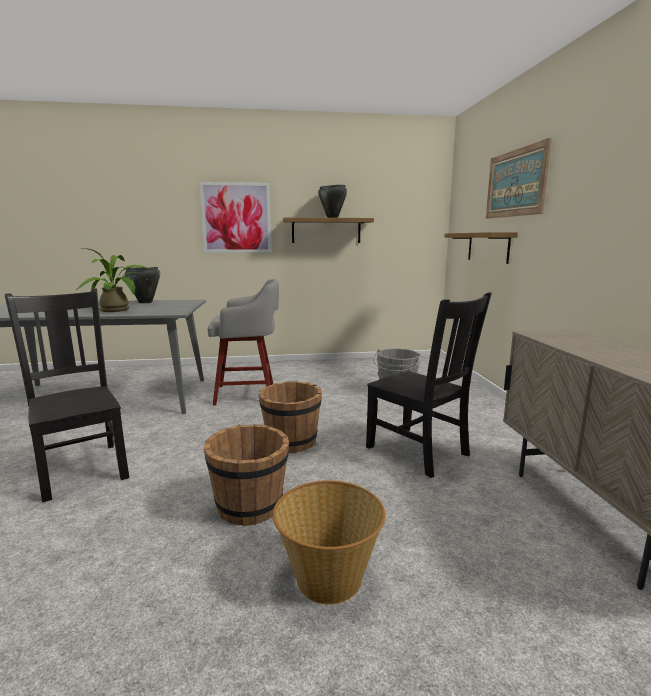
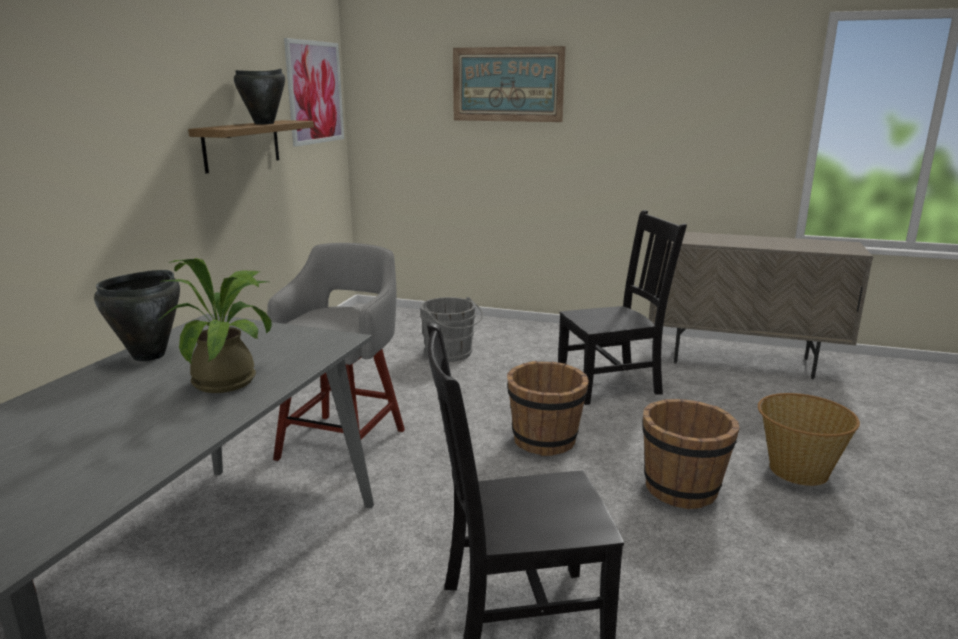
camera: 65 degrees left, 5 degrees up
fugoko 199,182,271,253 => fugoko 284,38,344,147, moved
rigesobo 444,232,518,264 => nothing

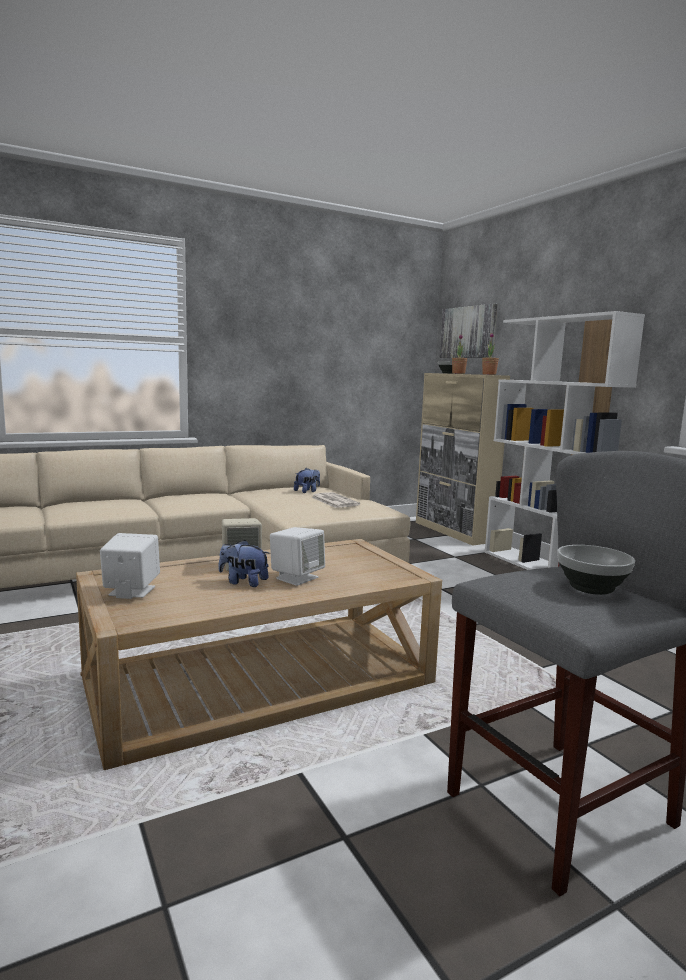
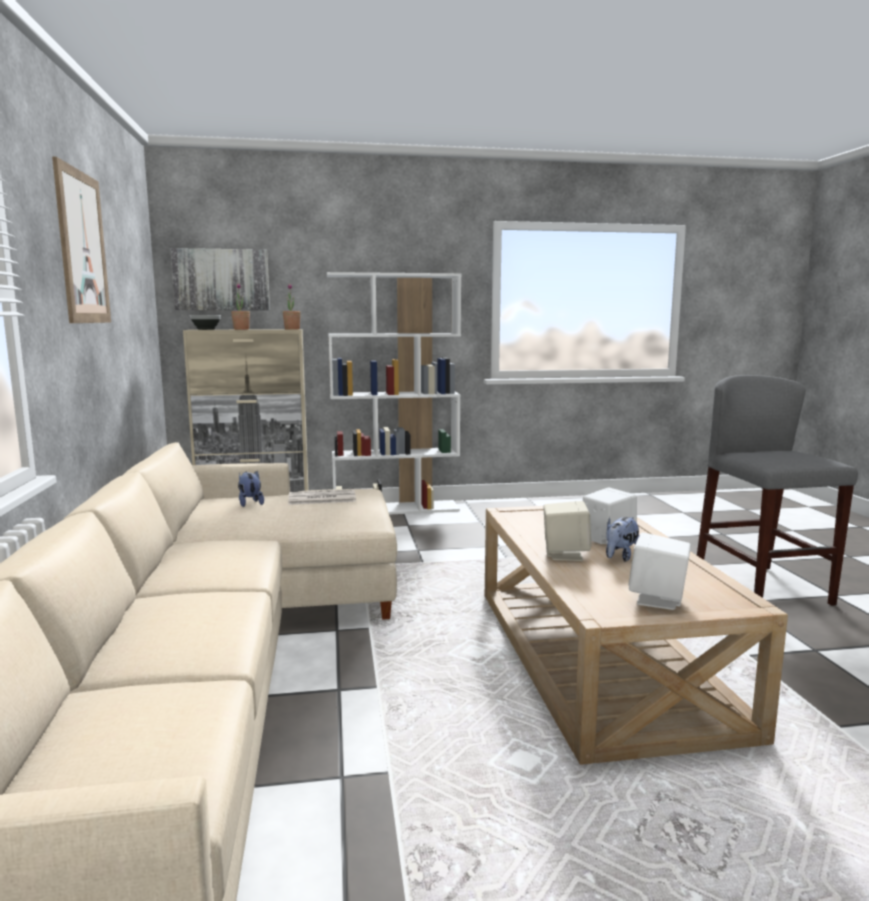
camera: 70 degrees left, 0 degrees up
nothing => fugoko 52,157,111,323
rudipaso 557,545,635,595 => nothing

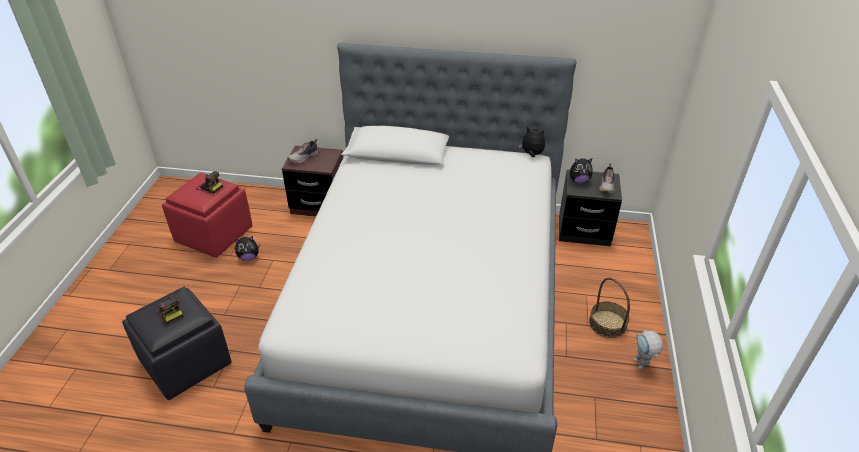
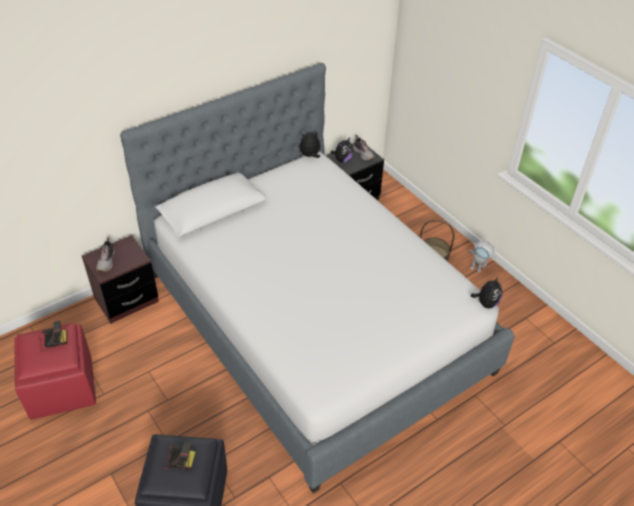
camera: 45 degrees left, 5 degrees up
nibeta 235,236,260,261 => nibeta 471,276,502,309, moved

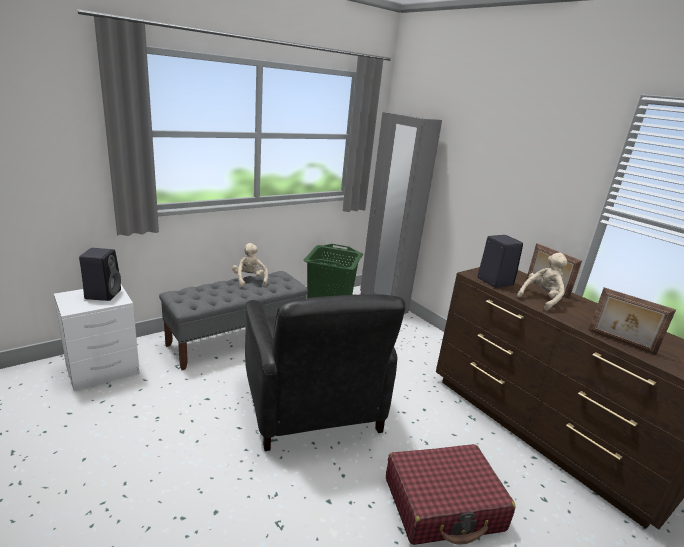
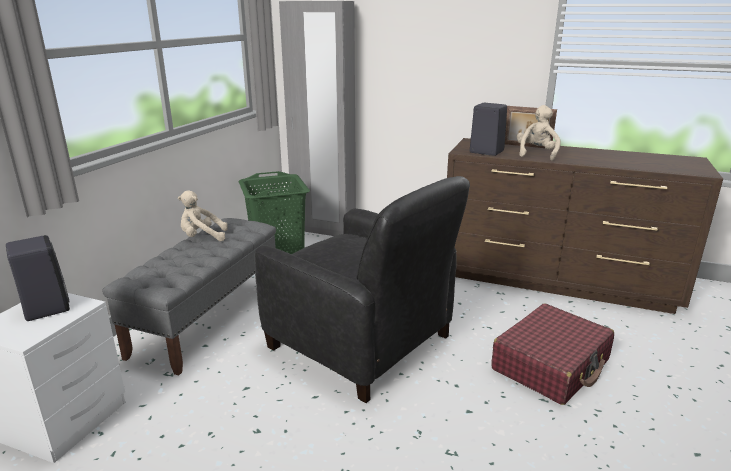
camera: 30 degrees left, 0 degrees up
beige nibeta 232,243,268,287 => beige nibeta 178,191,228,241, 45 degrees counterclockwise
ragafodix 589,288,676,355 => nothing

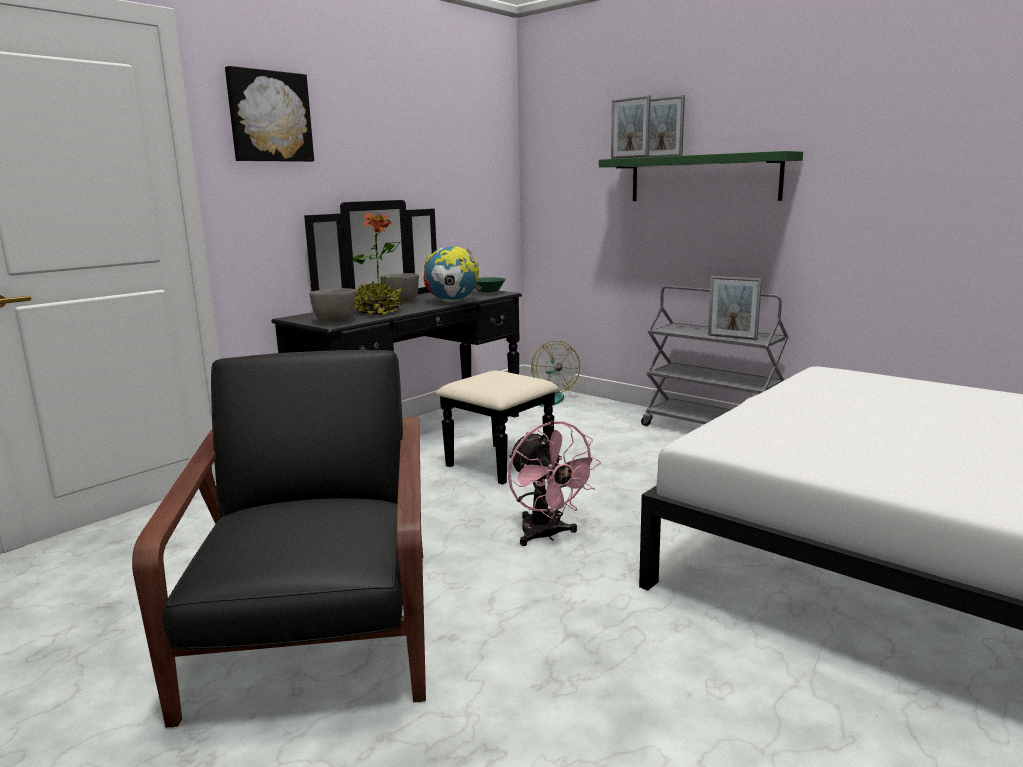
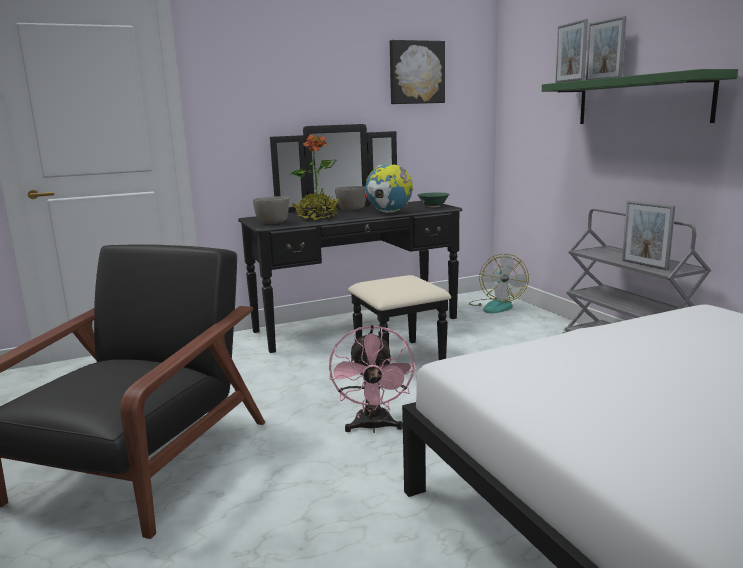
camera: 25 degrees right, 0 degrees up
fugoko 225,66,314,162 => fugoko 390,40,445,104, moved

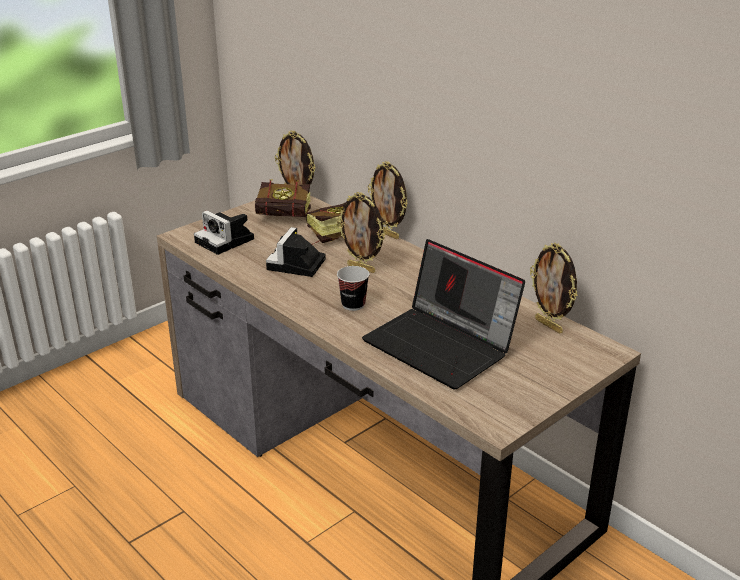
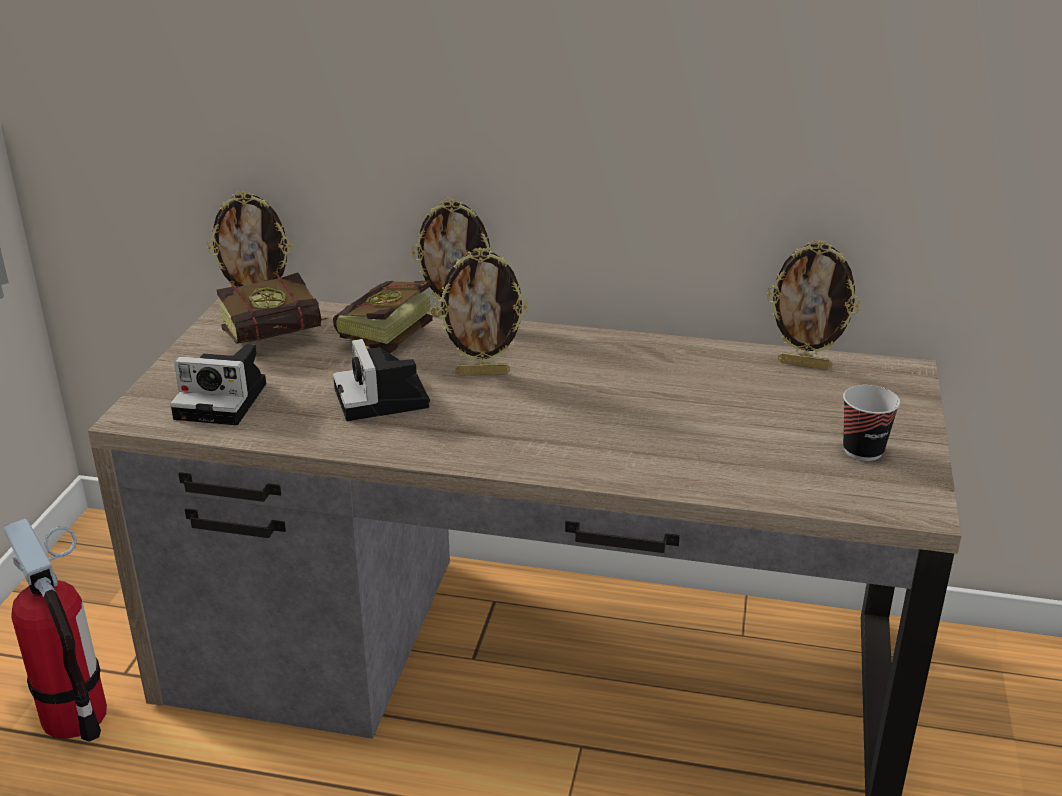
camera: 35 degrees left, 0 degrees up
nothing => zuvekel 4,518,107,742
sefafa 337,266,370,311 => sefafa 843,385,900,461, moved
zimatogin 362,239,525,390 => nothing

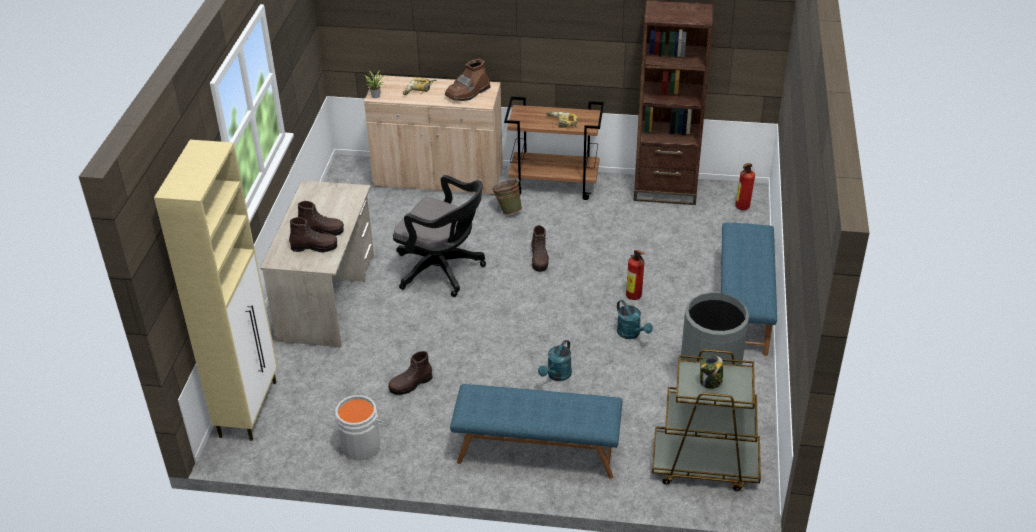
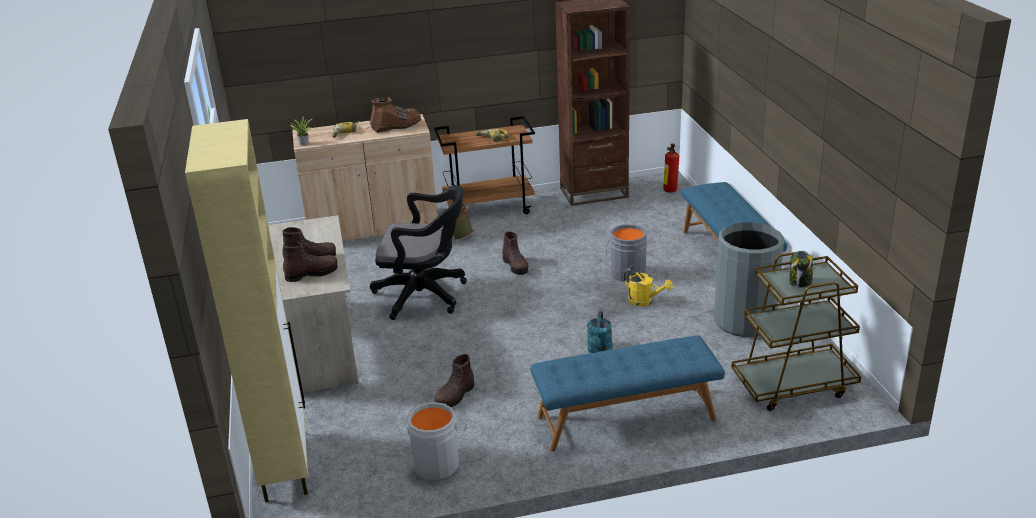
camera: 20 degrees left, 10 degrees down
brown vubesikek 445,59,490,101 => brown vubesikek 370,97,421,133, 135 degrees counterclockwise
zuvekel 626,250,645,300 => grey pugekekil 606,224,647,282
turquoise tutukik 617,300,653,339 => yellow tutukik 623,269,673,307

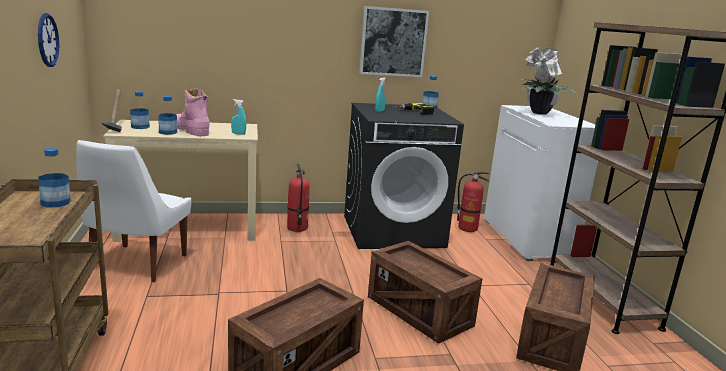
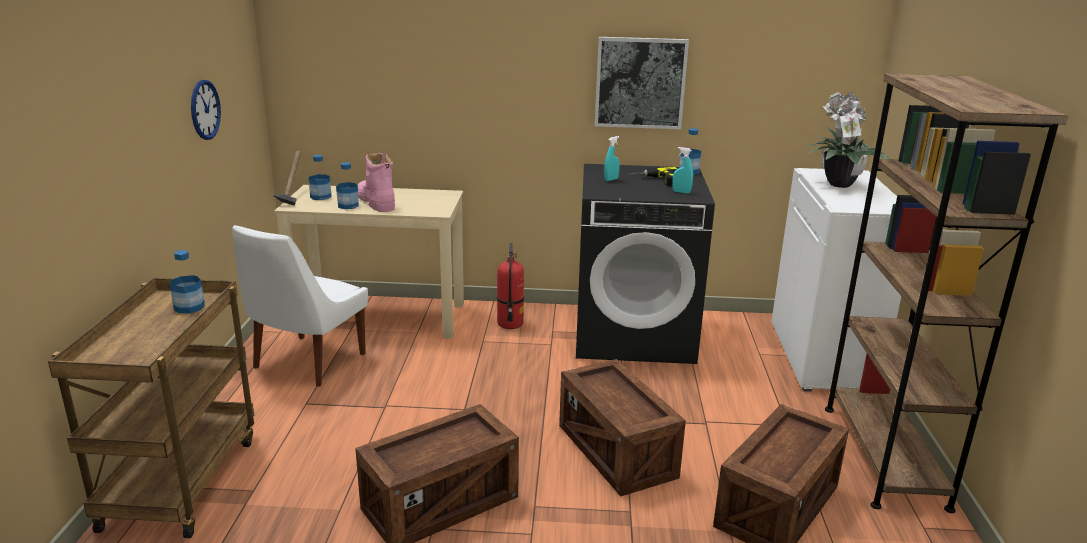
camera: 15 degrees right, 5 degrees up
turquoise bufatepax 231,99,246,135 => turquoise bufatepax 672,147,693,194, moved
zuvekel 457,172,490,232 => nothing

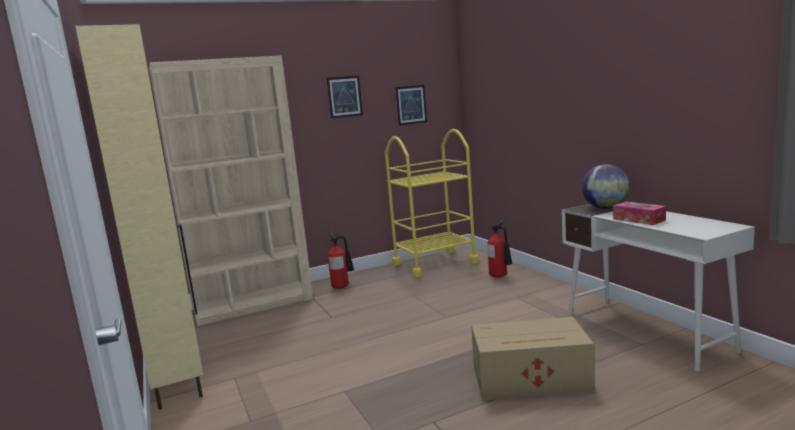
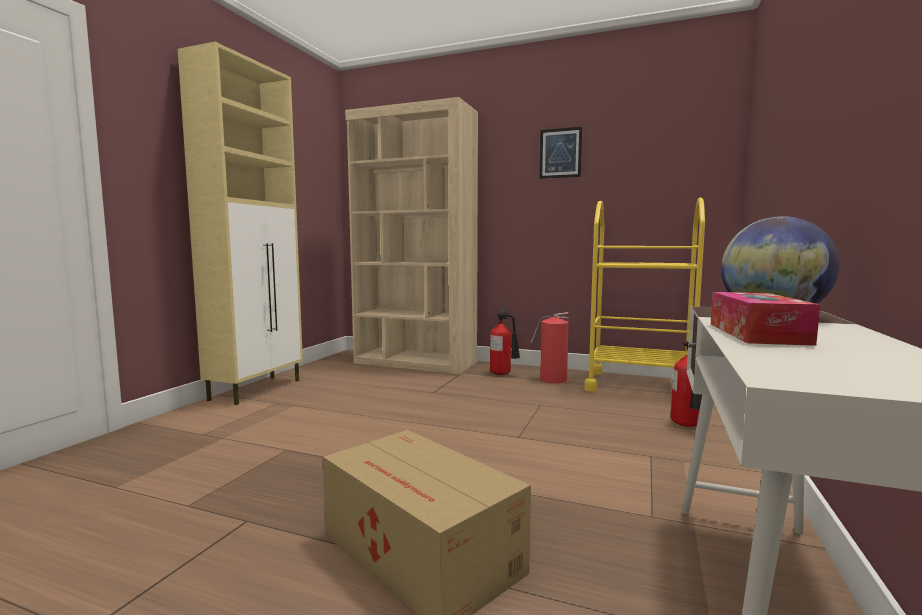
camera: 45 degrees right, 5 degrees down
nothing => zuvekel 530,312,569,384
fugoko 395,85,427,125 => nothing

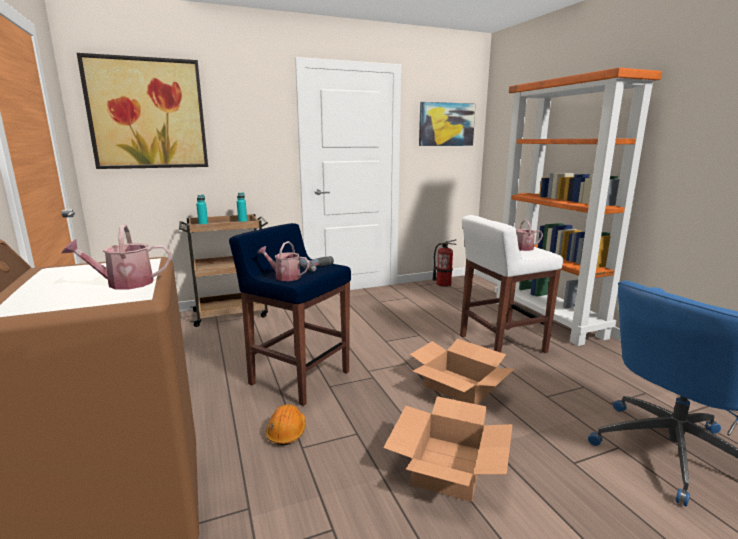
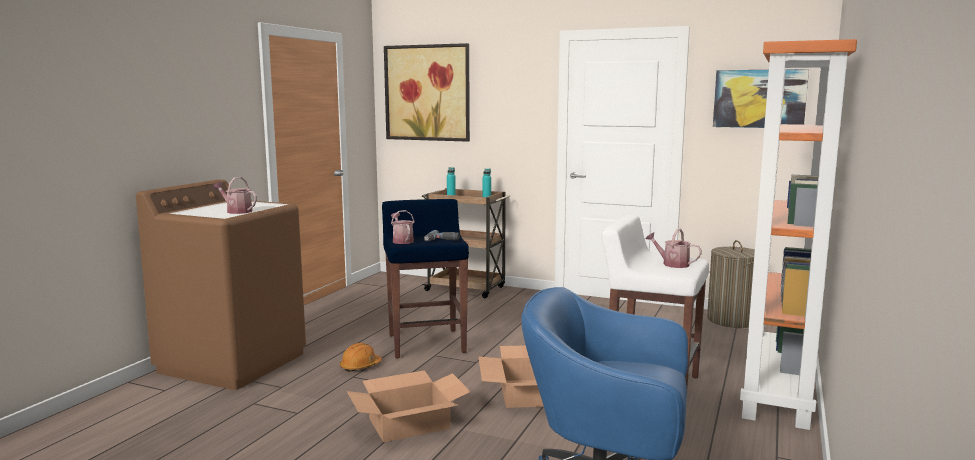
camera: 45 degrees right, 5 degrees down
zuvekel 432,239,457,287 => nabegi 707,240,755,328

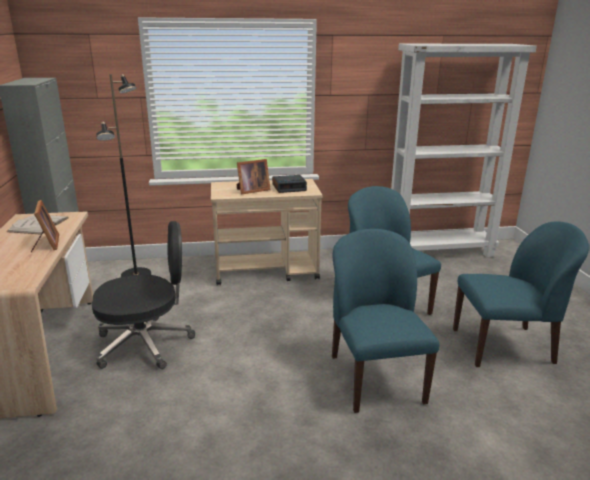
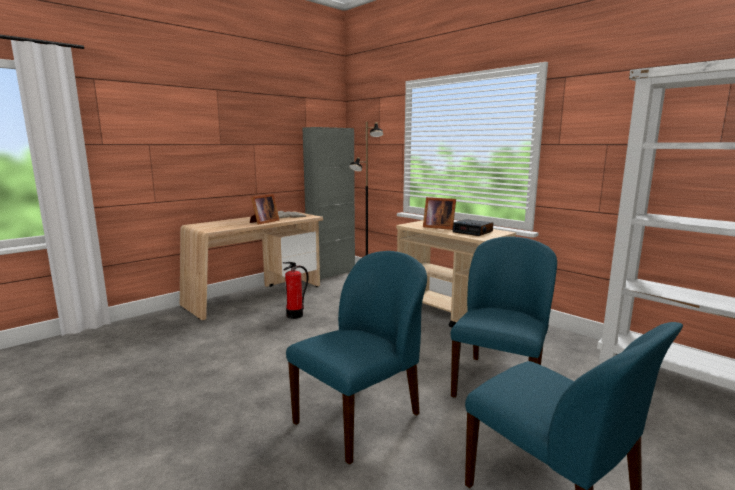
camera: 55 degrees right, 10 degrees down
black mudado 92,221,195,369 => zuvekel 283,262,309,319

